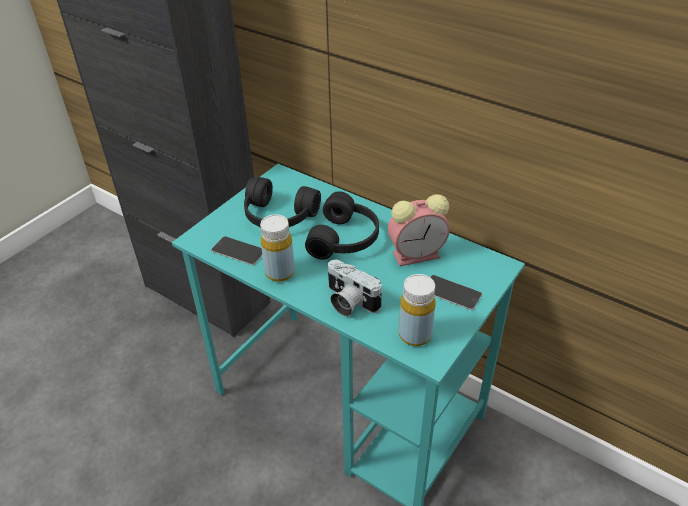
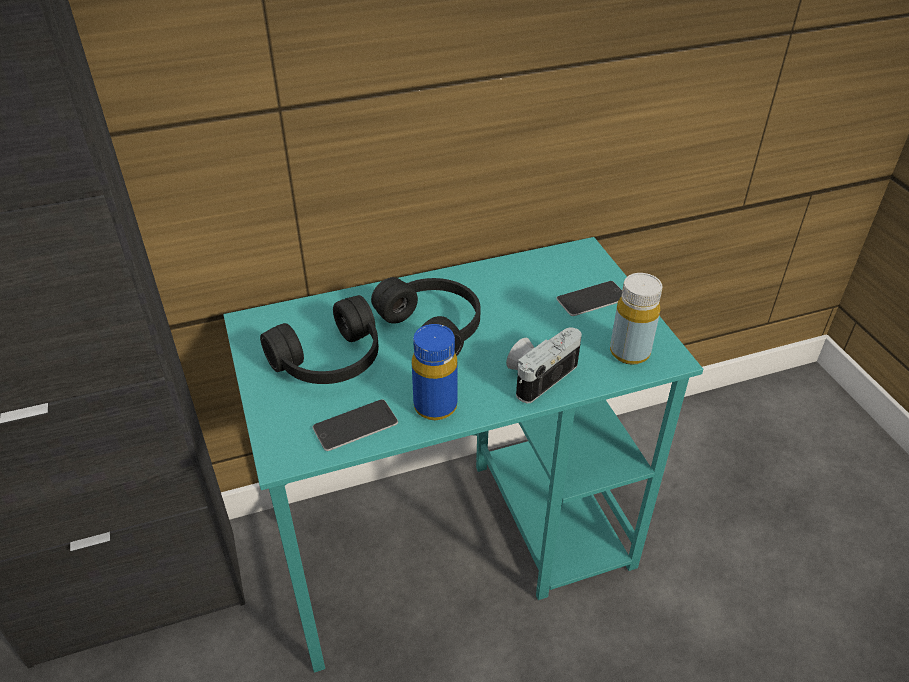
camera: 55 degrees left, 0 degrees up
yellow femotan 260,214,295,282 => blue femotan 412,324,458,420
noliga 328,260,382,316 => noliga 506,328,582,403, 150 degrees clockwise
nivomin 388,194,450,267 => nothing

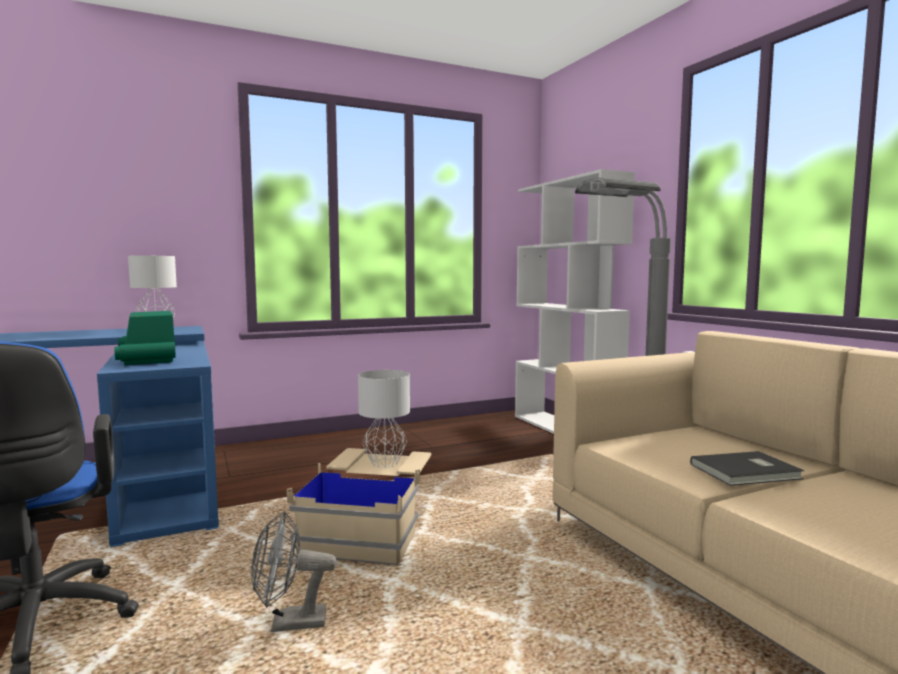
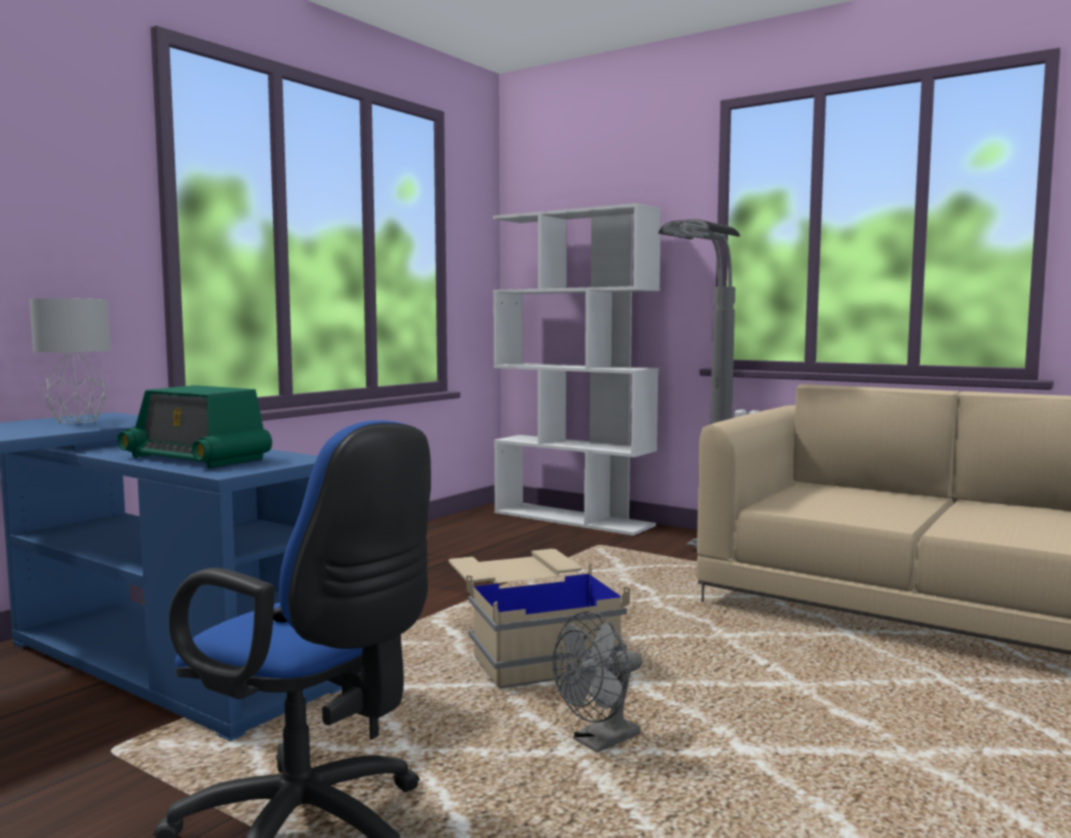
camera: 30 degrees left, 0 degrees up
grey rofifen 358,370,410,468 => nothing
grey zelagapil 690,451,804,486 => nothing

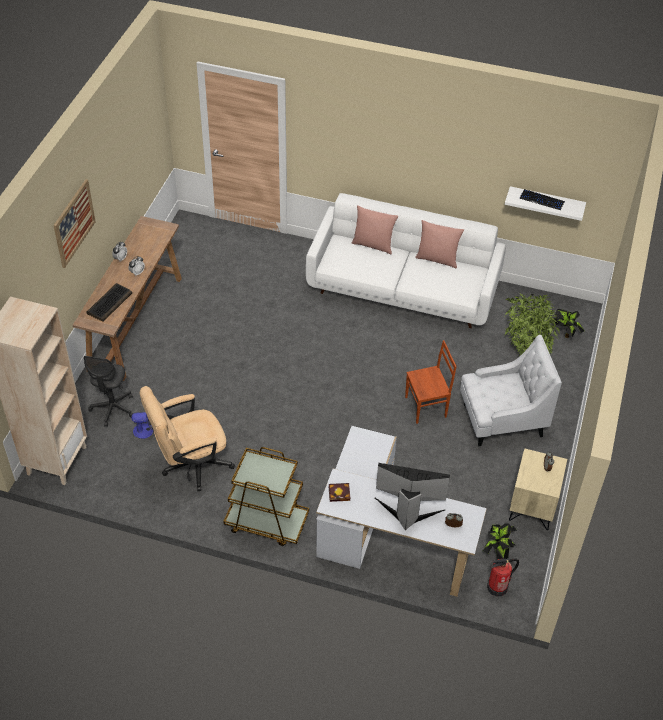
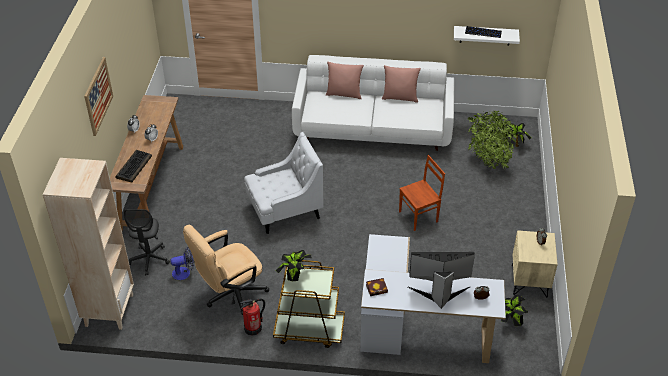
camera: 10 degrees left, 5 degrees down
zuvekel 487,559,519,597 => zuvekel 240,299,265,336, moved
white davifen 460,335,562,446 => white davifen 244,132,323,234, moved
nothing => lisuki 276,250,312,281

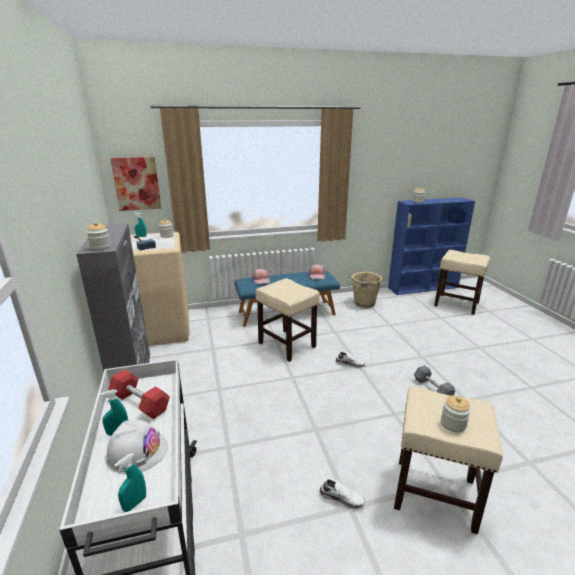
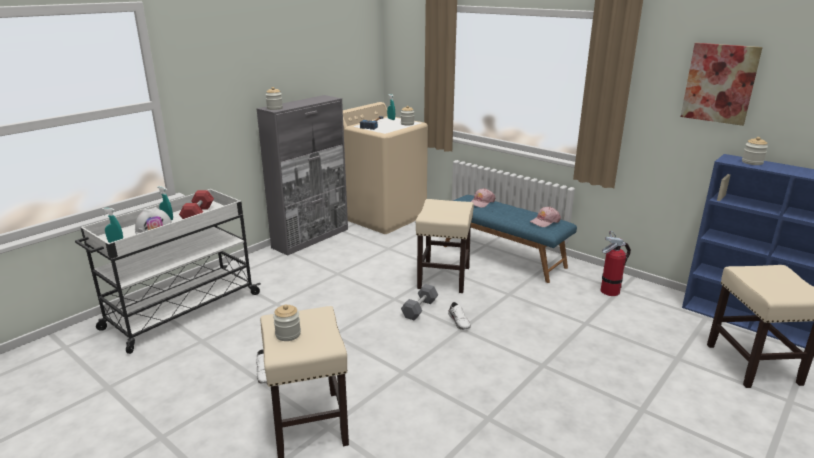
camera: 55 degrees right, 0 degrees up
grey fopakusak 414,365,456,396 => grey fopakusak 401,284,438,320, moved
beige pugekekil 348,271,382,308 => zuvekel 601,231,631,296
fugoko 110,157,161,211 => fugoko 681,43,763,126, moved

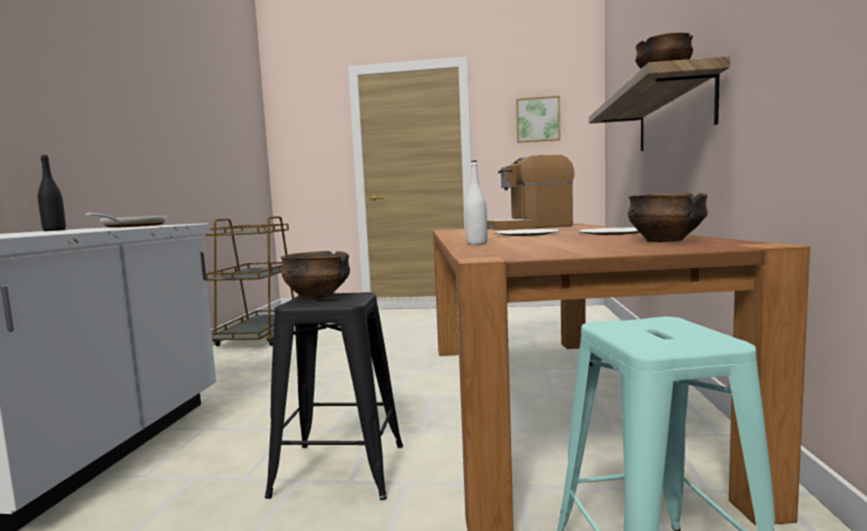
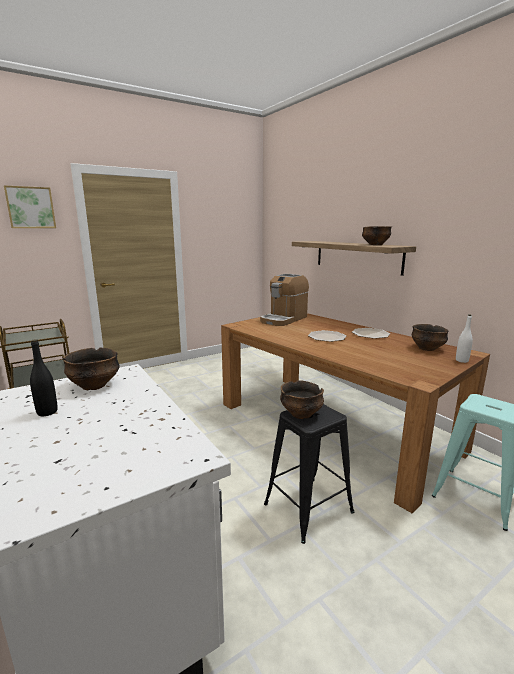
camera: 40 degrees left, 10 degrees up
fugoko 516,96,560,143 => fugoko 4,185,56,228, moved
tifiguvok 85,213,167,228 => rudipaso 62,348,120,390
white femotan 465,160,487,245 => white femotan 456,315,473,363, moved

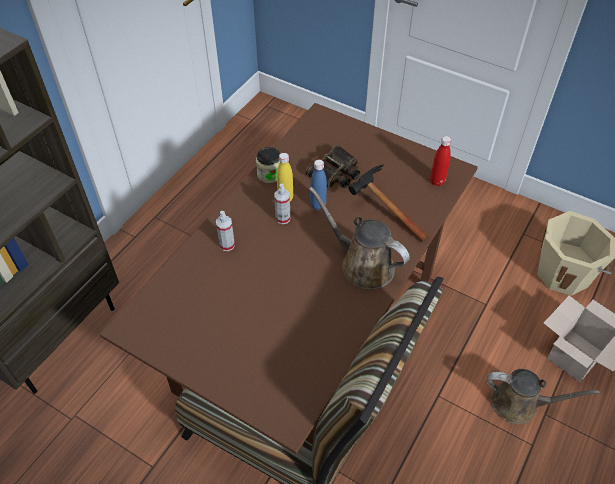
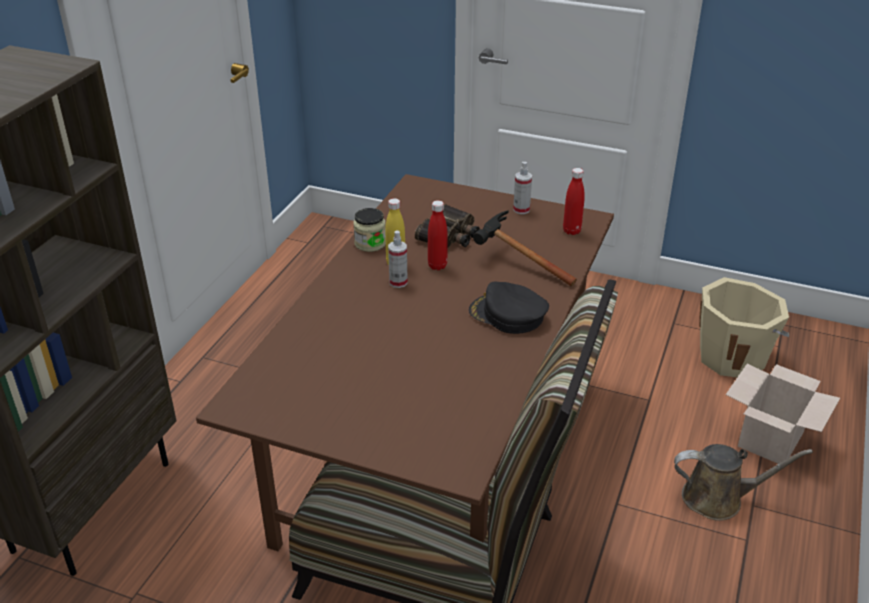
camera: 10 degrees left, 15 degrees down
blue femotan 310,159,327,210 => red femotan 428,200,448,270
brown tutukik 309,187,410,290 => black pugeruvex 469,281,549,334
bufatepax 216,211,235,251 => bufatepax 513,162,532,214, moved

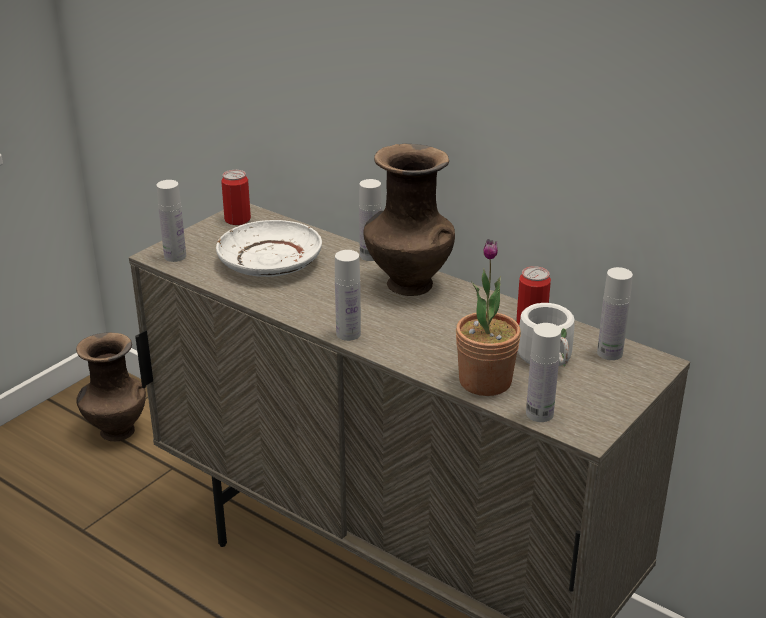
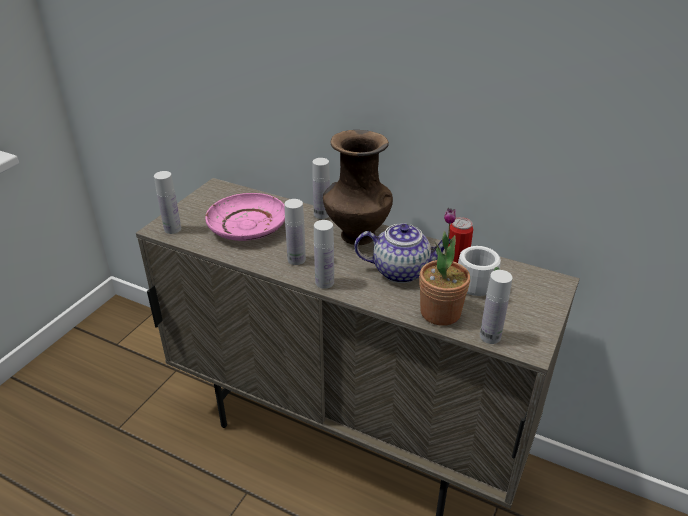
camera: 10 degrees left, 5 degrees up
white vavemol 216,220,322,277 => pink vavemol 205,193,285,241
white femotan 597,267,633,360 => white femotan 284,199,306,265, moved
nothing => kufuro 354,223,451,283
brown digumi 76,333,146,442 => nothing
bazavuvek 221,170,251,225 => nothing

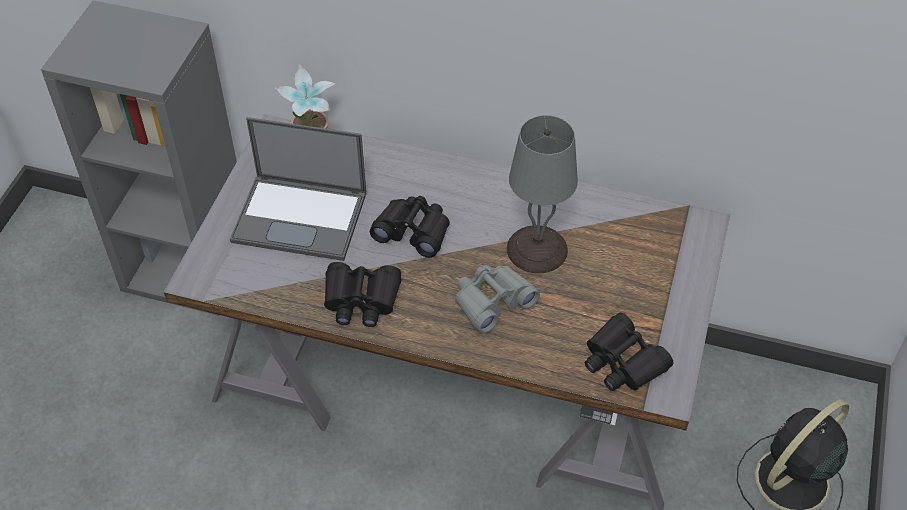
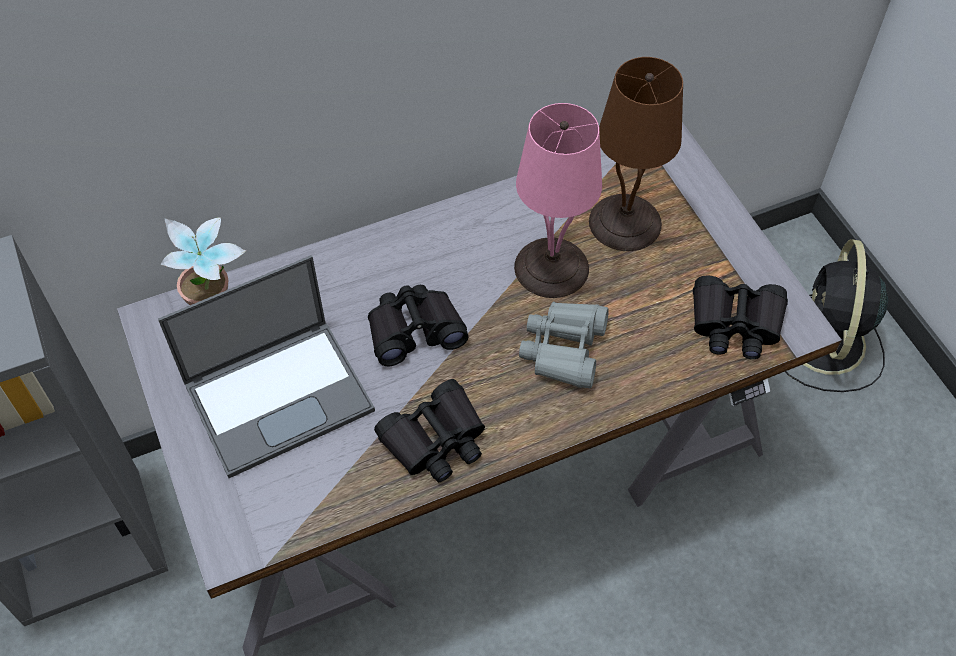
camera: 40 degrees left, 5 degrees up
grey rofifen 507,115,578,273 => pink rofifen 514,103,602,298
nothing => brown rofifen 589,57,683,251

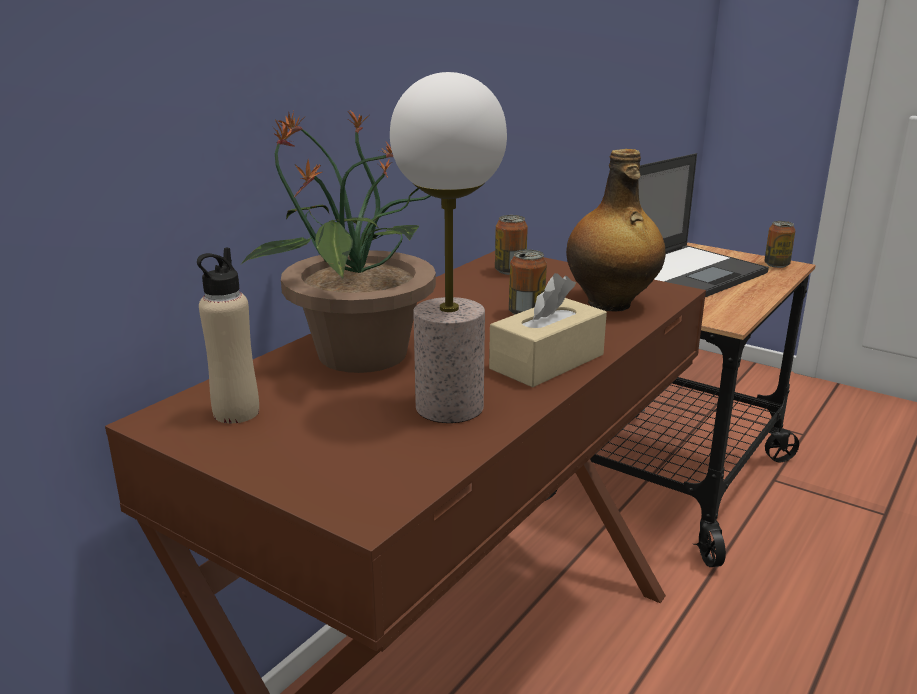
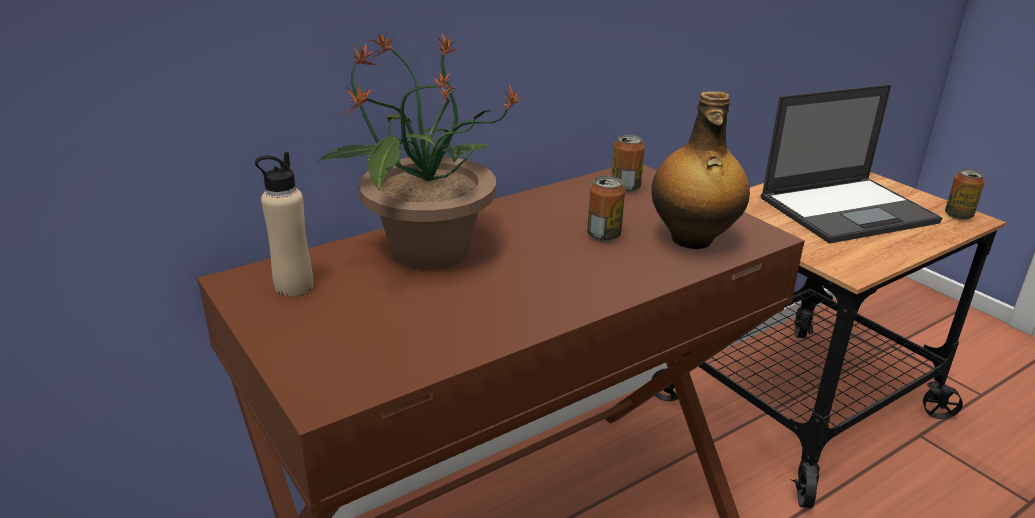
camera: 20 degrees right, 5 degrees up
rofifen 390,72,507,423 => nothing
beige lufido 489,273,607,387 => nothing

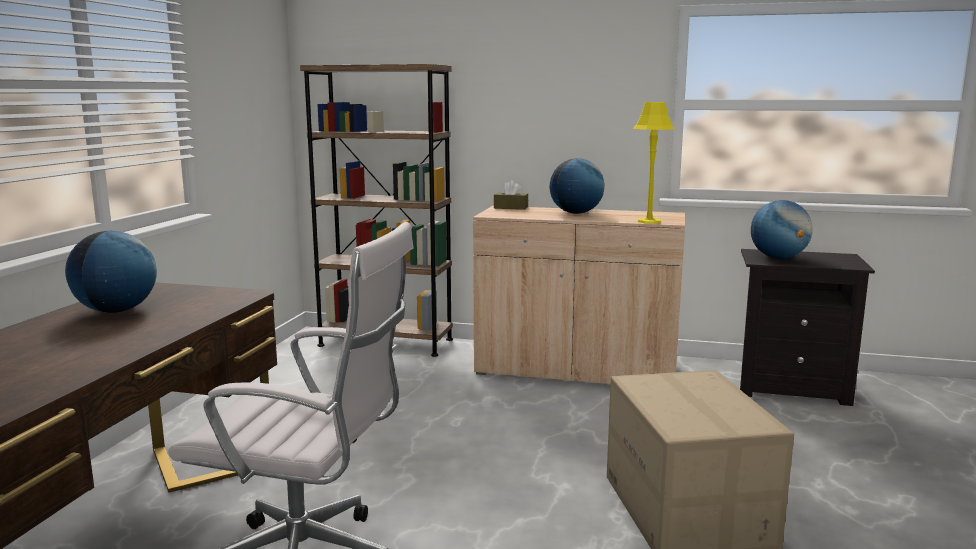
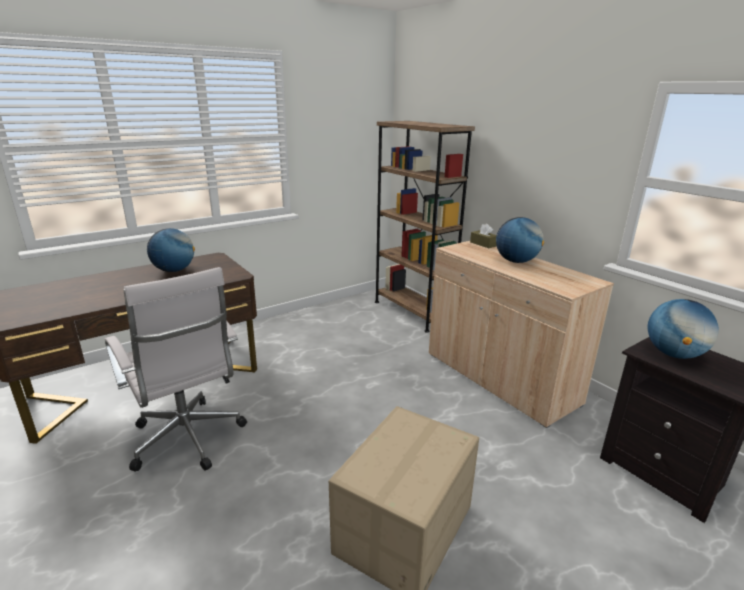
camera: 40 degrees right, 10 degrees up
yellow rofifen 633,102,675,224 => nothing

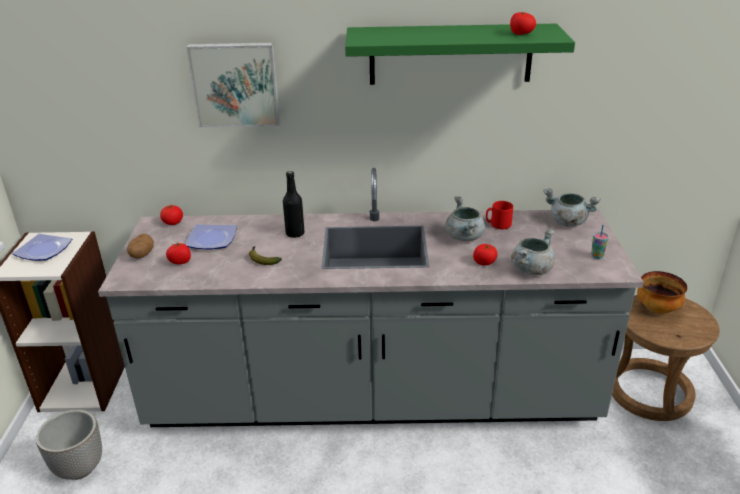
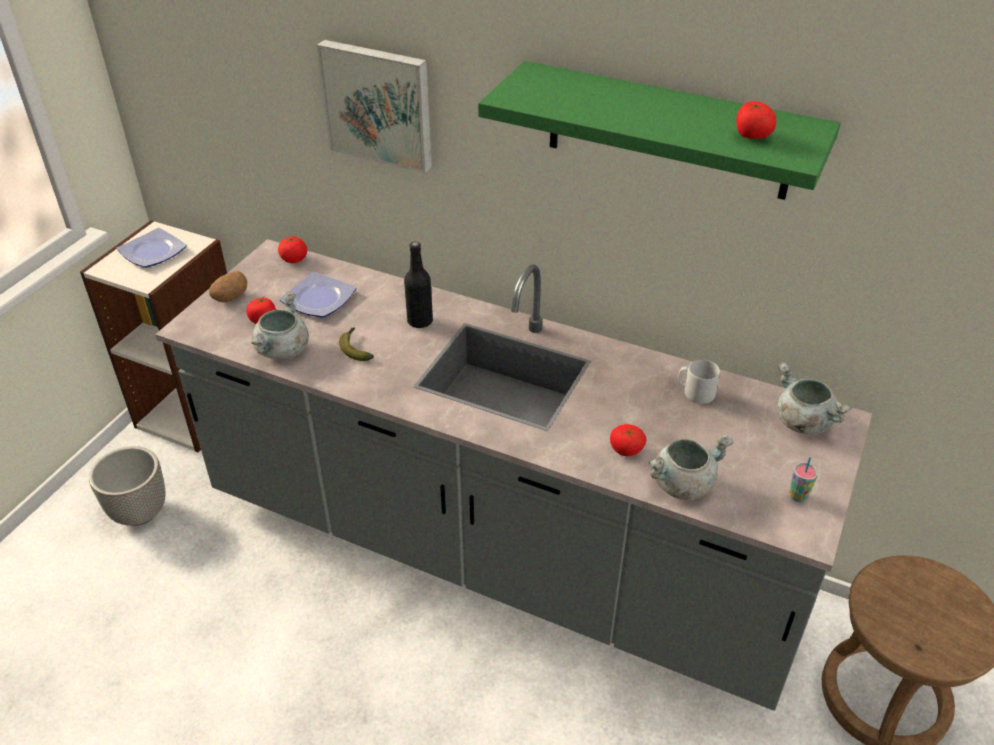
camera: 25 degrees right, 10 degrees up
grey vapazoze 445,196,485,241 => grey vapazoze 251,291,309,359, moved
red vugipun 486,201,513,229 => grey vugipun 678,359,720,404
rudipaso 637,271,687,313 => nothing

